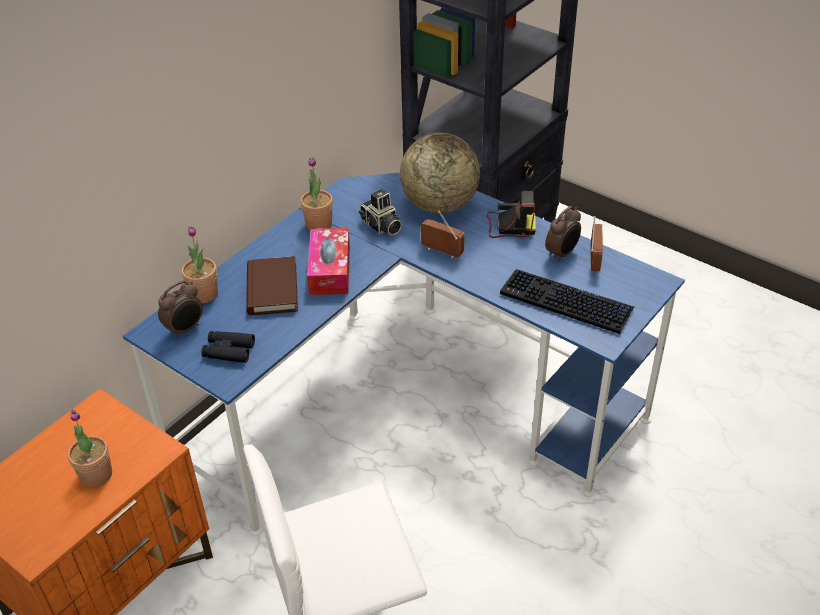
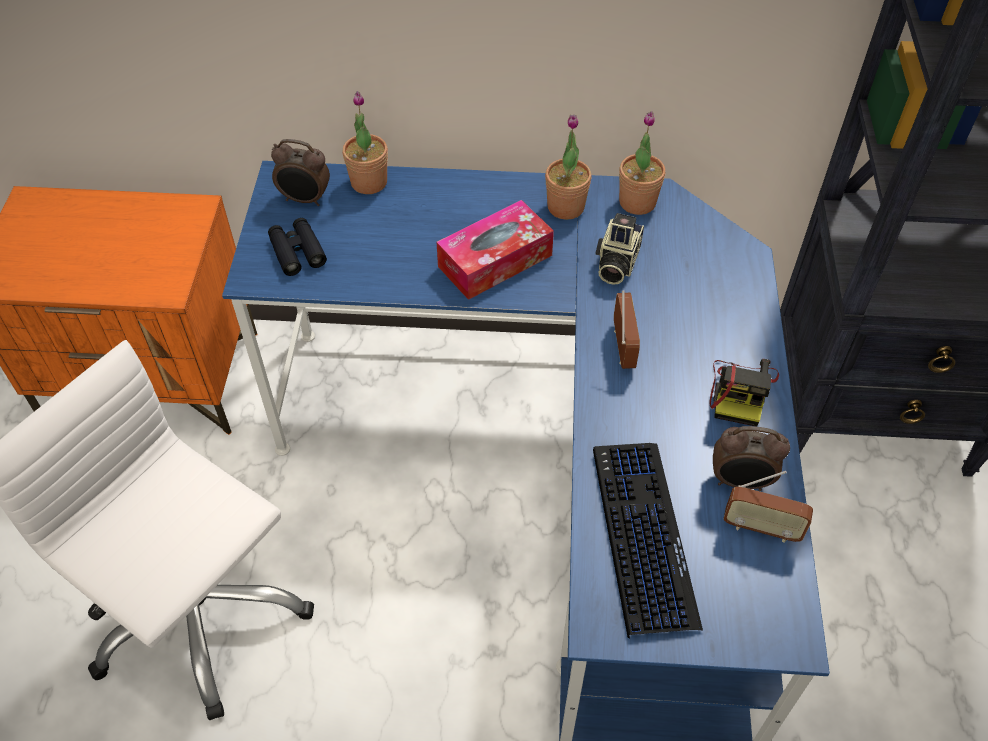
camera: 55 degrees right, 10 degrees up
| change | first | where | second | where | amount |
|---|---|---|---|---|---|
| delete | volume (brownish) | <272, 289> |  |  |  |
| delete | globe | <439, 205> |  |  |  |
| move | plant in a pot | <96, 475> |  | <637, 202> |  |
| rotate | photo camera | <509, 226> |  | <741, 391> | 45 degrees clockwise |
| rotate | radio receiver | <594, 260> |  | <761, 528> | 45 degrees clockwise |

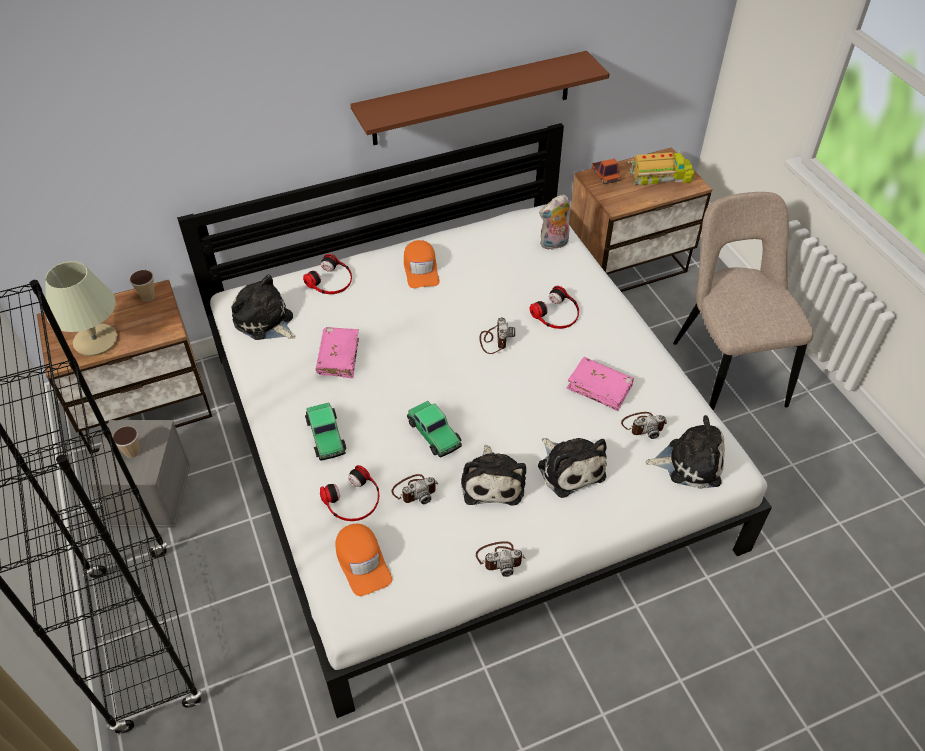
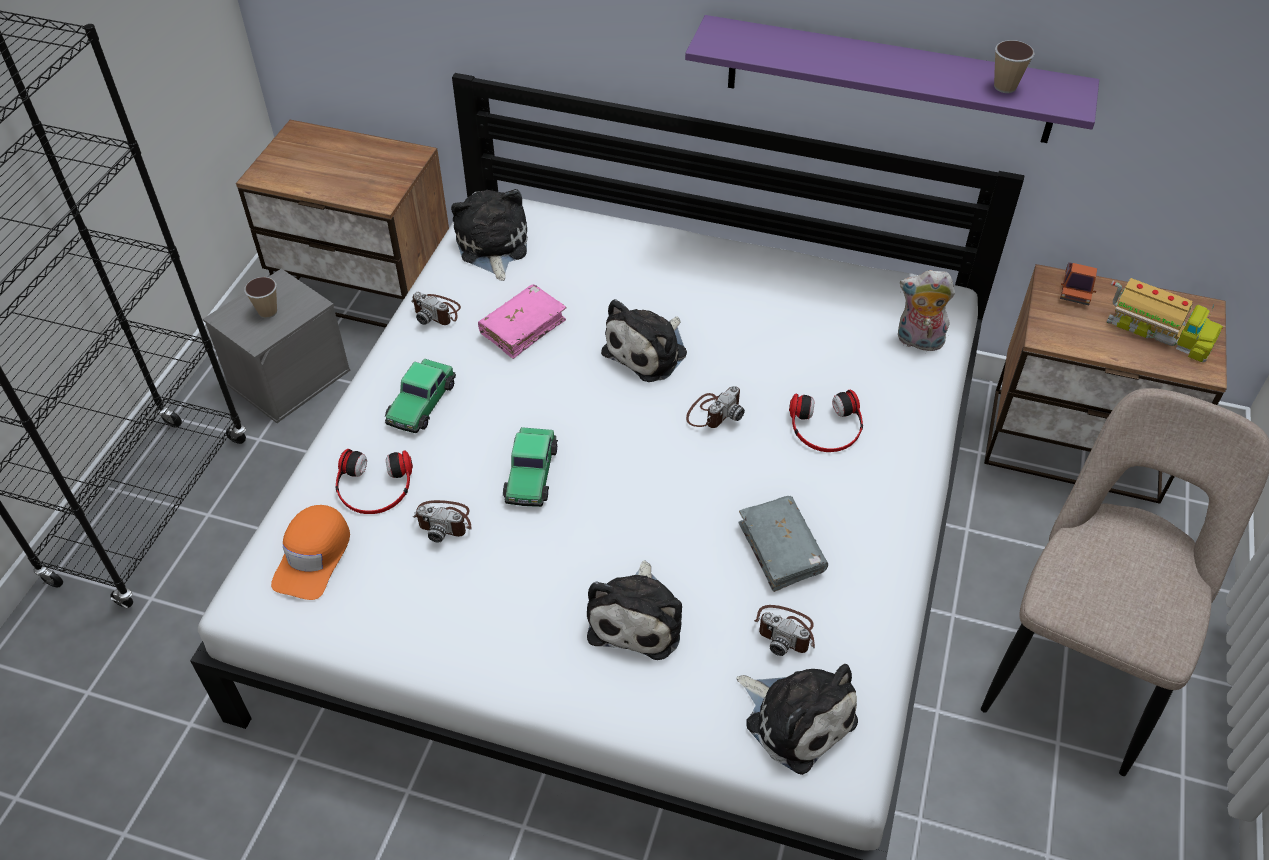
camera: 40 degrees right, 0 degrees up
| change | first | where | second | where | amount |
|---|---|---|---|---|---|
| delete | tabletop lamp (beige) | <96, 340> |  |  |  |
| delete | headphones | <331, 280> |  |  |  |
| delete | peaked cap (orange-coloured) | <421, 269> |  |  |  |
| move | small cup | <148, 296> |  | <1005, 87> |  |
| move | soft toy | <492, 481> |  | <649, 351> |  |
| move | photo camera | <500, 558> |  | <437, 311> |  |
| recolor | shelf (brownish) | <472, 98> | shelf (purplish) | <889, 80> |  |
| recolor | volume (pinkish) | <599, 388> | volume (gray) | <781, 549> |  |

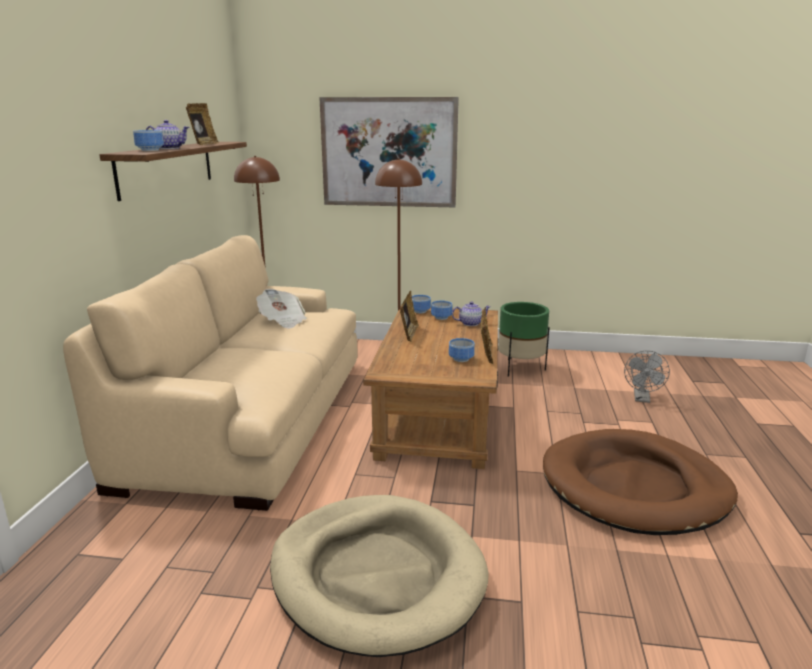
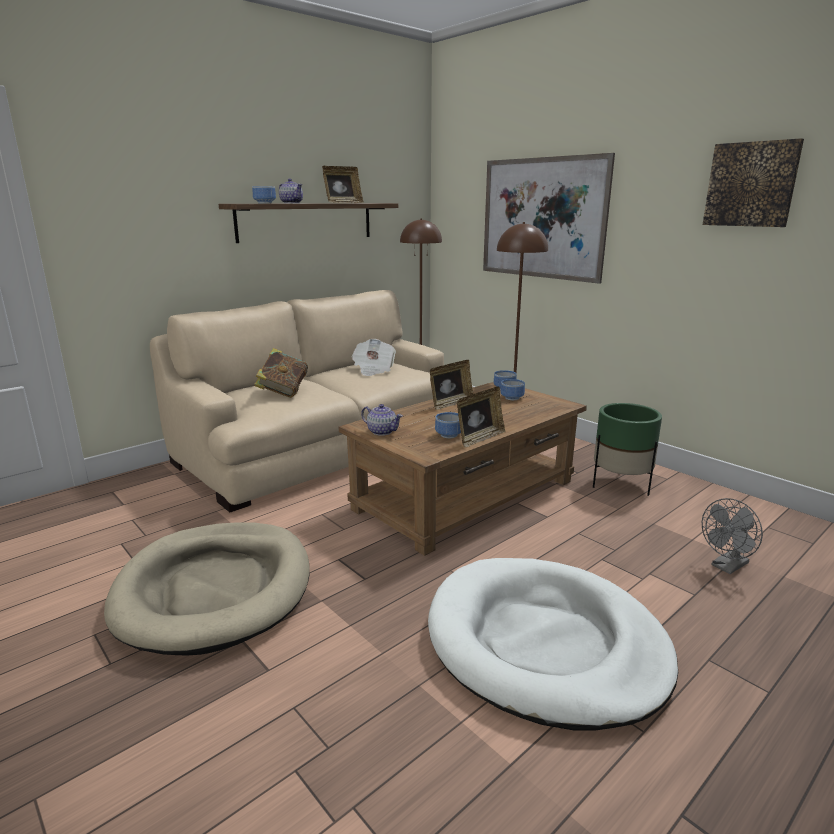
camera: 40 degrees right, 0 degrees up
| change | first | where | second | where | amount |
|---|---|---|---|---|---|
| insert |  |  | volume | <283, 392> |  |
| insert |  |  | picture | <751, 184> |  |
| move | teapot | <470, 323> |  | <382, 431> |  |
| recolor | dog cushion (brownish) | <634, 487> | dog cushion (white) | <545, 644> |  |

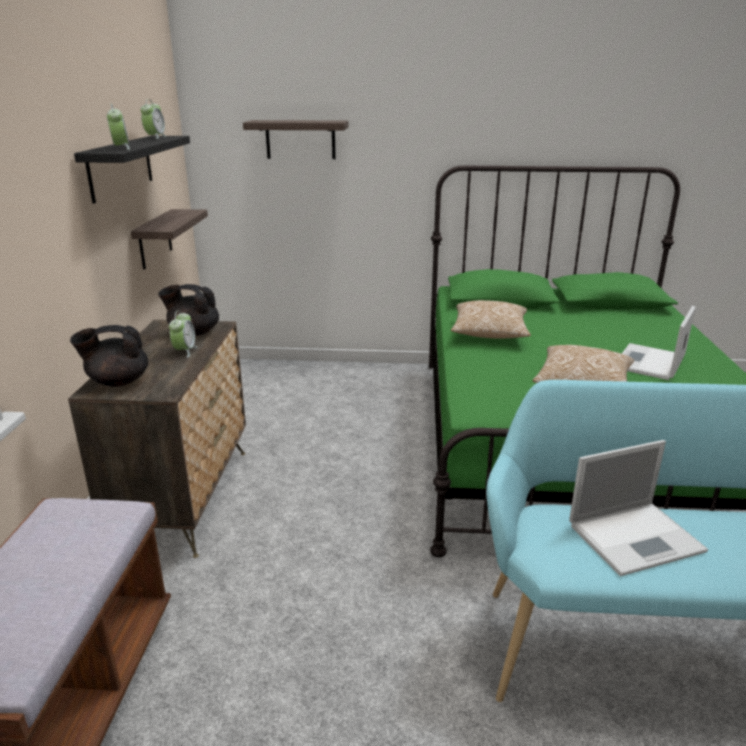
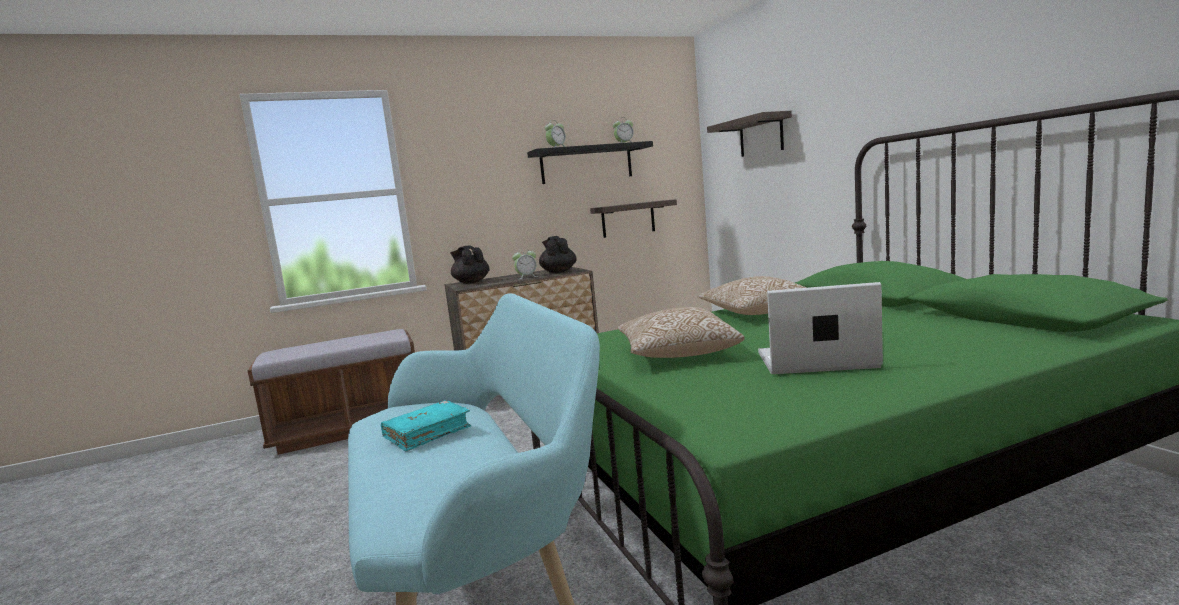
camera: 65 degrees right, 15 degrees down
| change | first | where | second | where | amount |
|---|---|---|---|---|---|
| replace | notebook computer | <637, 537> | volume (turquoise) | <427, 434> |  |

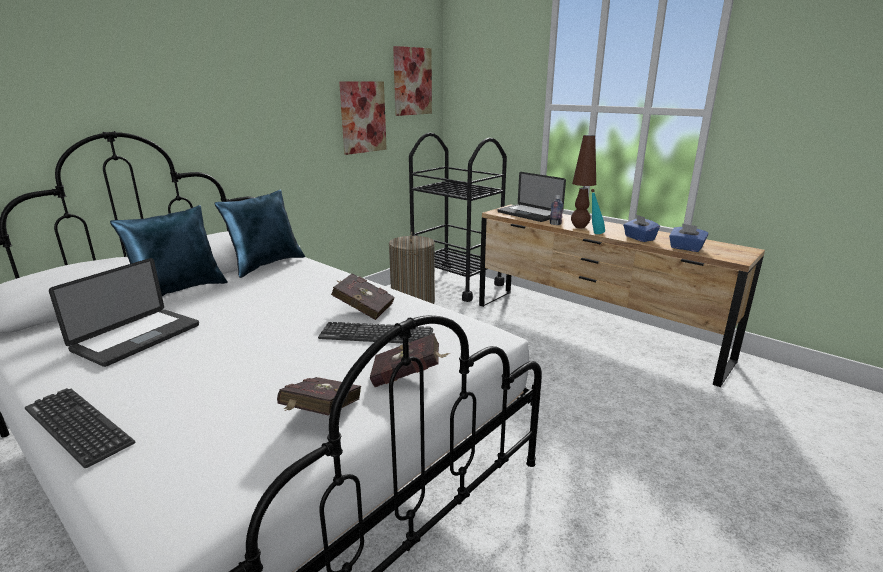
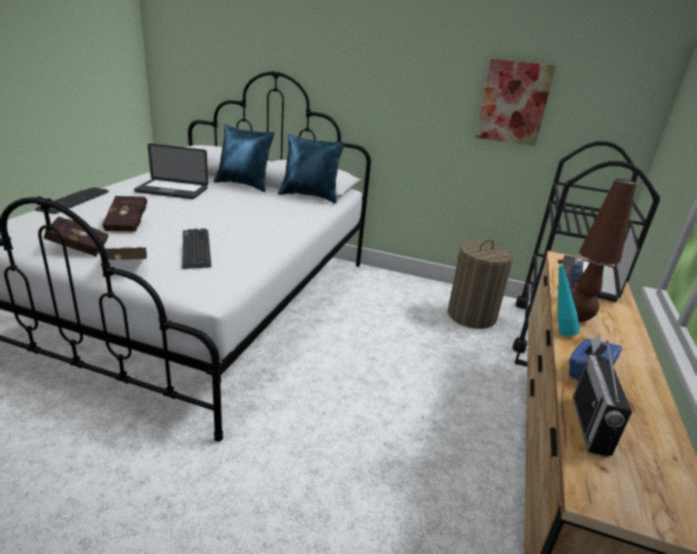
camera: 65 degrees right, 5 degrees up
| change | first | where | second | where | amount |
|---|---|---|---|---|---|
| delete | picture | <412, 81> |  |  |  |
| move | volume (reddish) | <362, 309> |  | <128, 224> |  |
| replace | tissue holder (blue) | <686, 248> | radio receiver | <590, 425> |  |

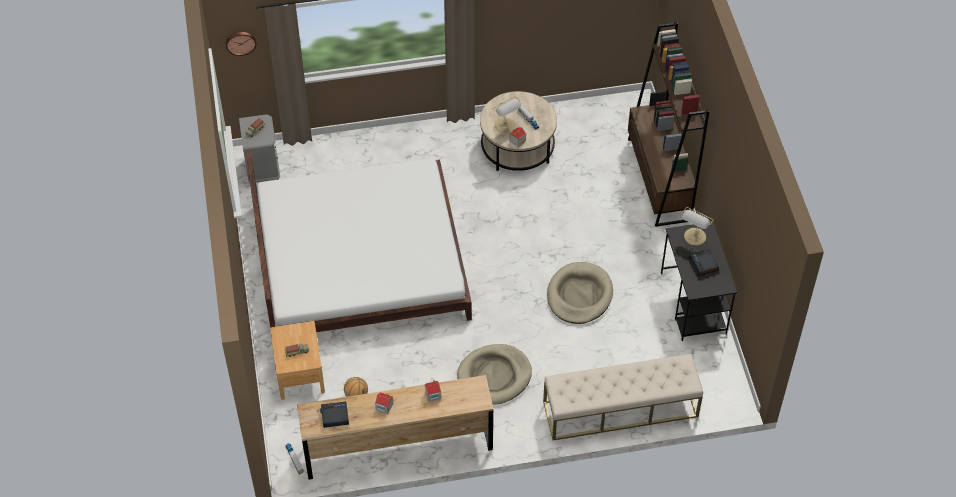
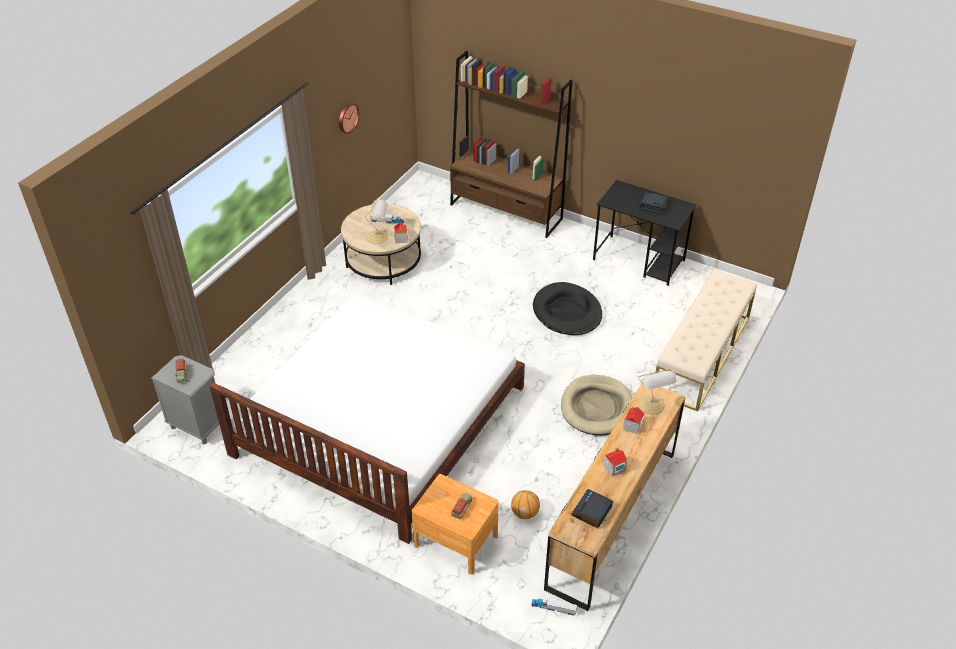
camera: 50 degrees left, 10 degrees down
| change | first | where | second | where | amount |
|---|---|---|---|---|---|
| move | hanging clock | <240, 42> |  | <347, 117> |  |
| move | tabletop lamp | <694, 237> |  | <651, 405> |  |
| recolor | dog cushion (beige) | <579, 295> | dog cushion (black) | <567, 312> |  |

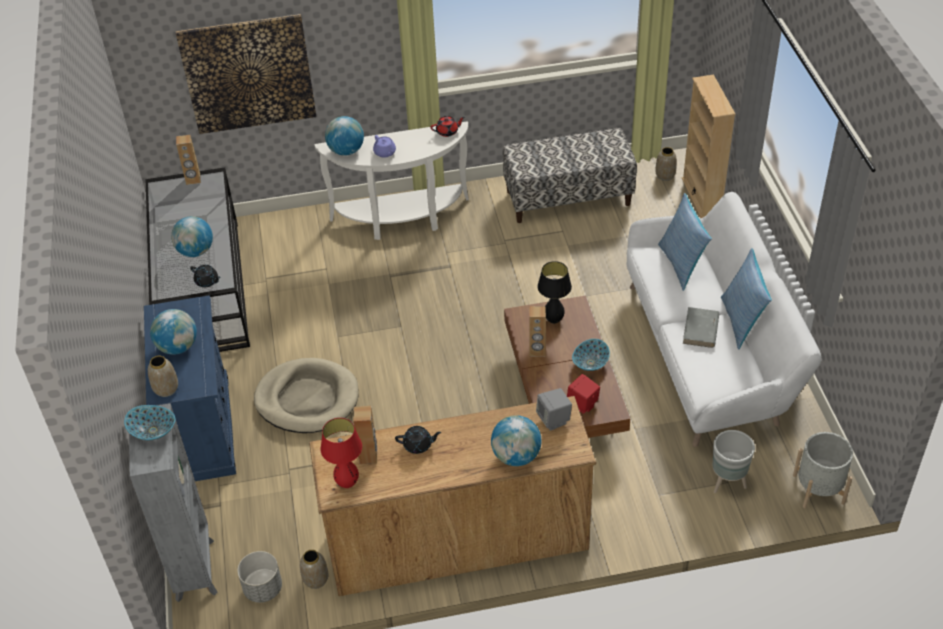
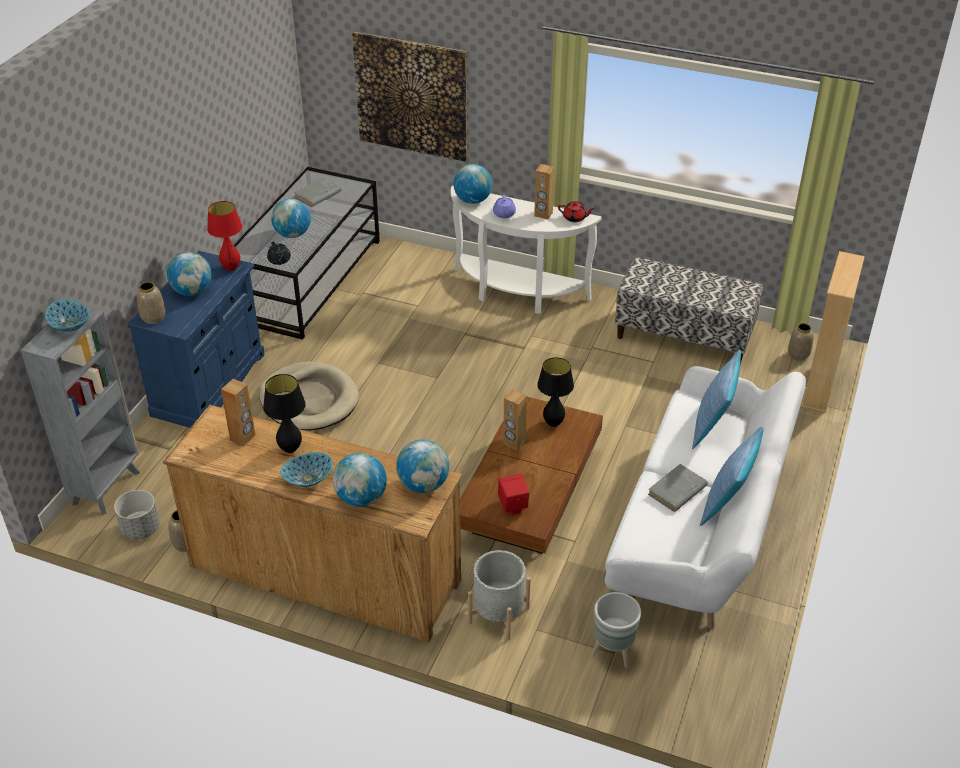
camera: 30 degrees right, 5 degrees down
| change | first | where | second | where | amount |
|---|---|---|---|---|---|
| insert |  |  | volume (gray) | <317, 195> |  |
| move | speaker (brownish) | <193, 180> |  | <543, 214> |  |
| move | tabletop lamp (reddish) | <347, 483> |  | <231, 268> |  |
| move | bowl | <591, 363> |  | <308, 479> |  |
| move | planter (gray) | <818, 489> |  | <498, 615> |  |
| replace | teapot (black) | <418, 445> | tabletop lamp (black) | <290, 449> |  |
| replace | speaker (gray) | <554, 420> | globe | <423, 485> |  |

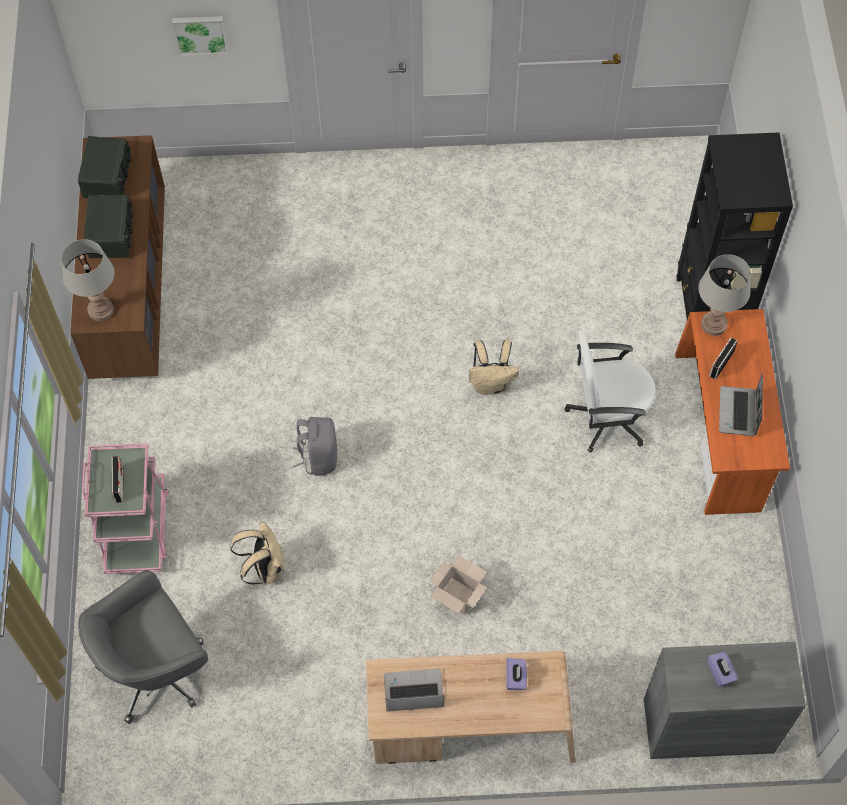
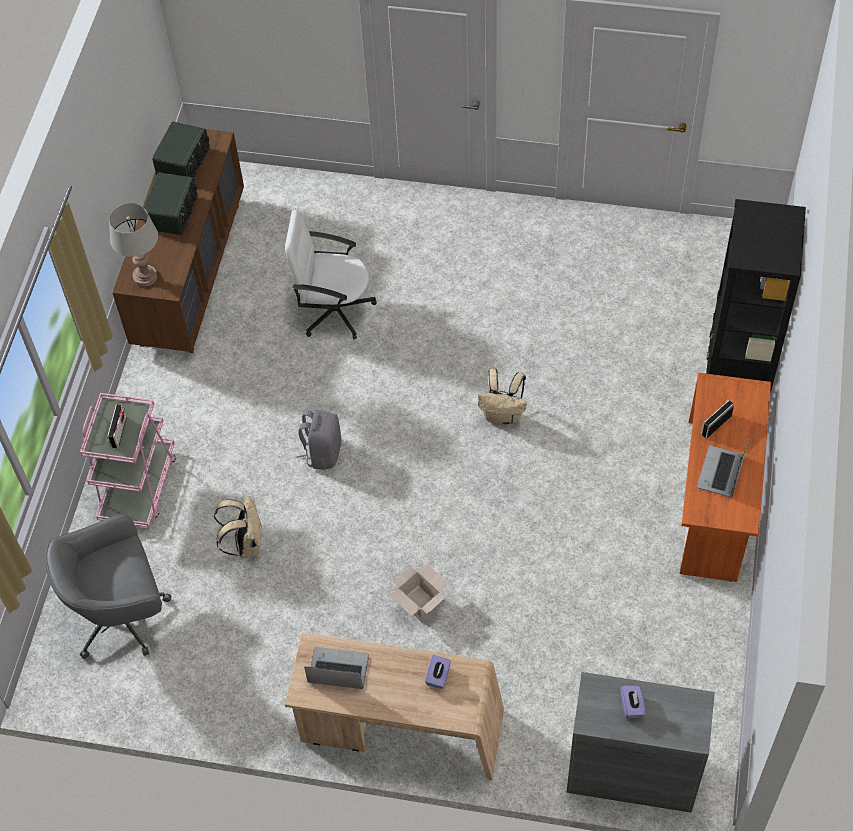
camera: 15 degrees right, 5 degrees down
| change | first | where | second | where | amount |
|---|---|---|---|---|---|
| delete | picture | <200, 34> |  |  |  |
| delete | tabletop lamp (gray) | <714, 324> |  |  |  |
| move | computer chair (white) | <607, 417> |  | <334, 310> |  |

